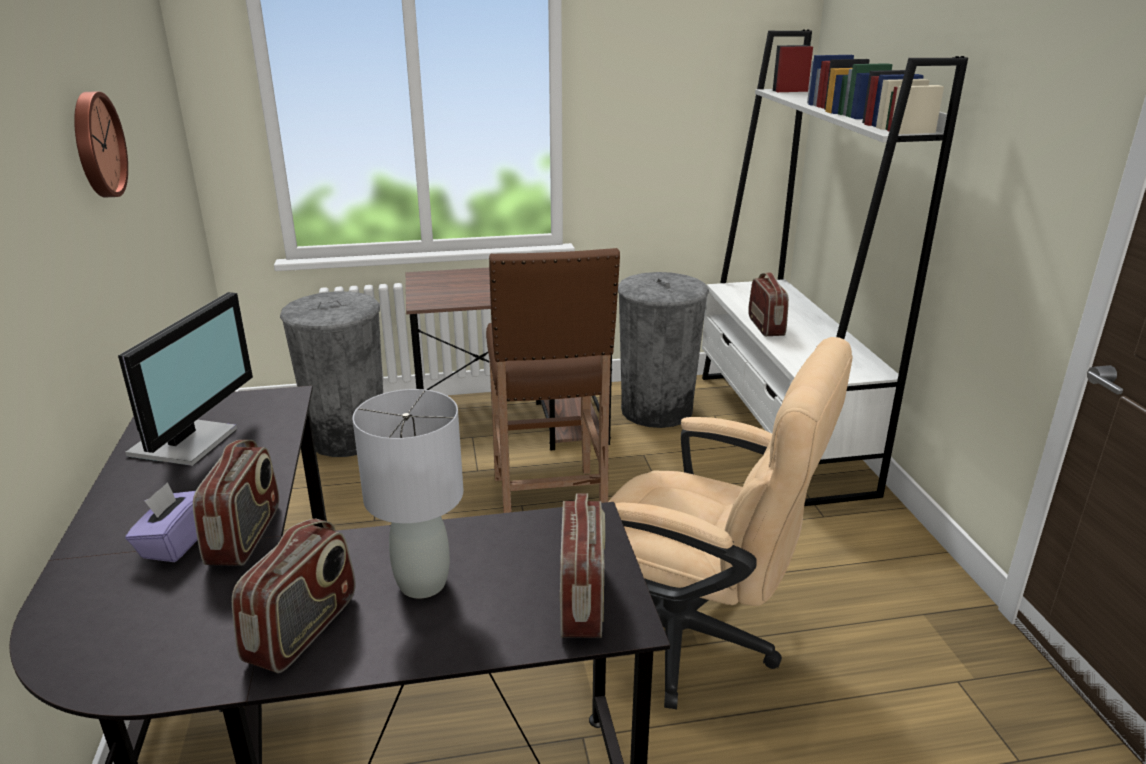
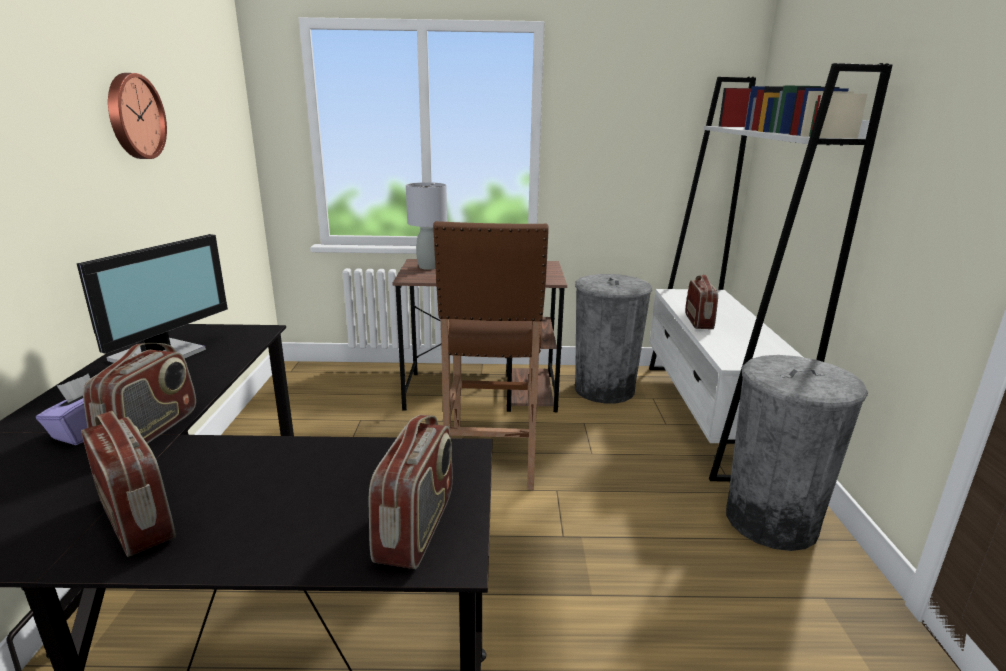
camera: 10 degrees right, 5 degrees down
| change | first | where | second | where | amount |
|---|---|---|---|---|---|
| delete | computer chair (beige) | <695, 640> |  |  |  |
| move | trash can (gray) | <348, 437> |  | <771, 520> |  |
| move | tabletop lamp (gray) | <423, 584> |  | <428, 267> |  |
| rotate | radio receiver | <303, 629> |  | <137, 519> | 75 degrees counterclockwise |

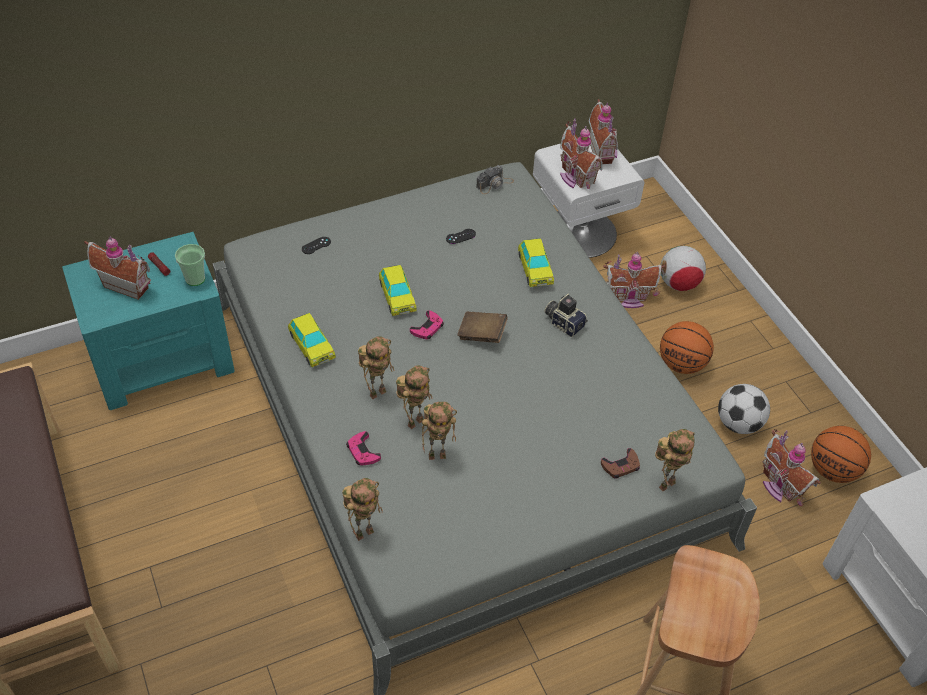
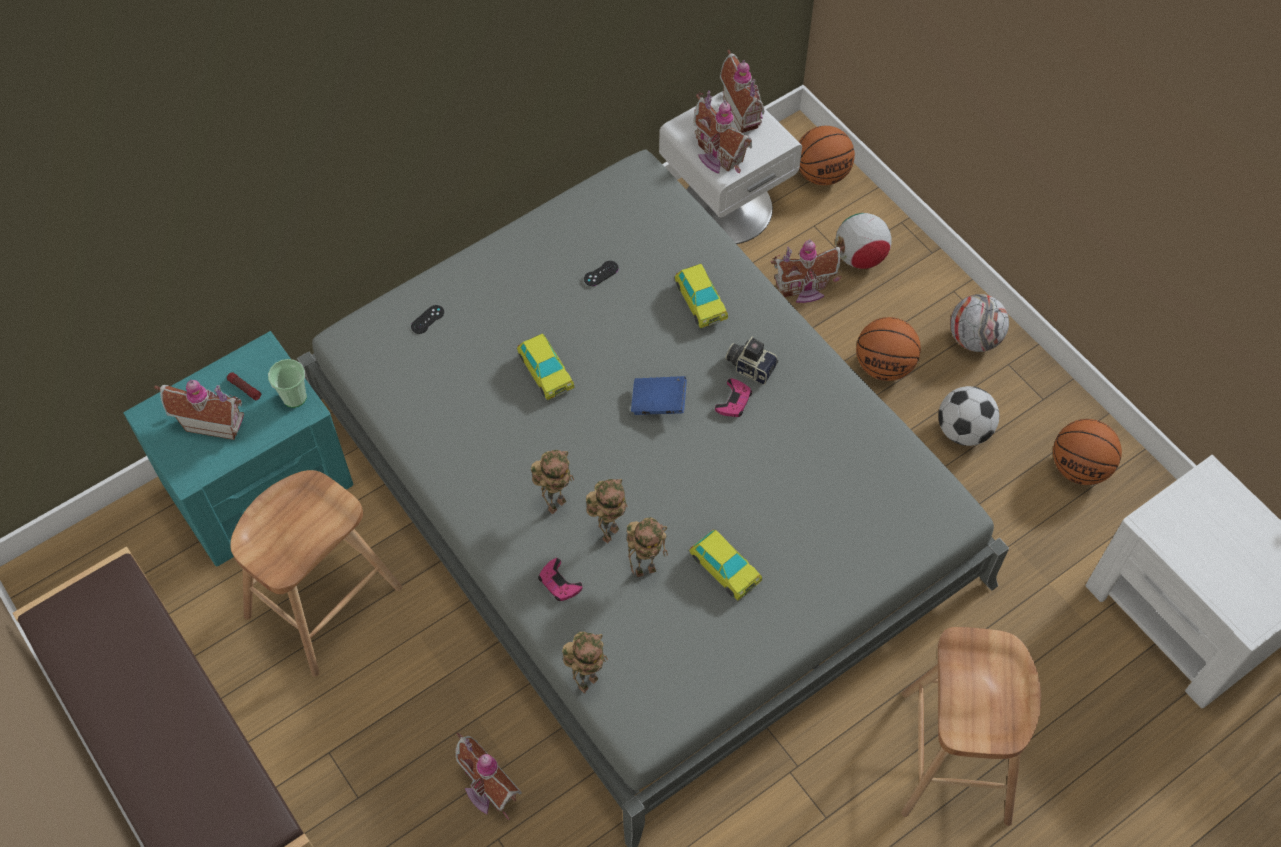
camera: 10 degrees left, 10 degrees up
| change | first | where | second | where | amount |
|---|---|---|---|---|---|
| delete | photo camera | <494, 184> |  |  |  |
| delete | game controller (brownish) | <621, 466> |  |  |  |
| delete | robot figure | <666, 483> |  |  |  |
| insert |  |  | stool seat (brownish) | <323, 603> |  |
| insert |  |  | basketball ball | <821, 174> |  |
| insert |  |  | football ball | <974, 338> |  |
| move | model car | <312, 346> |  | <725, 569> |  |
| move | game controller (pinkish) | <427, 328> |  | <734, 401> |  |
| move | miniature house | <780, 486> |  | <487, 790> |  |
| recolor | volume (brownish) | <482, 335> | volume (blue) | <658, 403> |  |

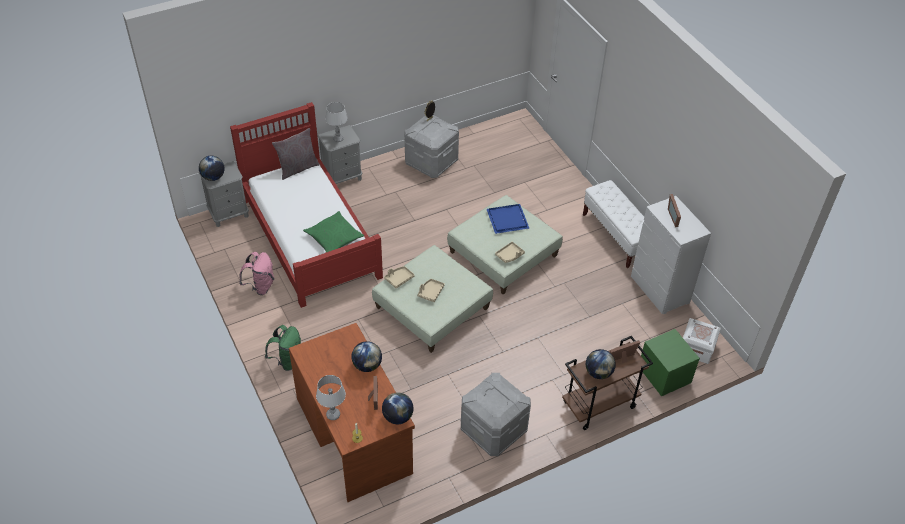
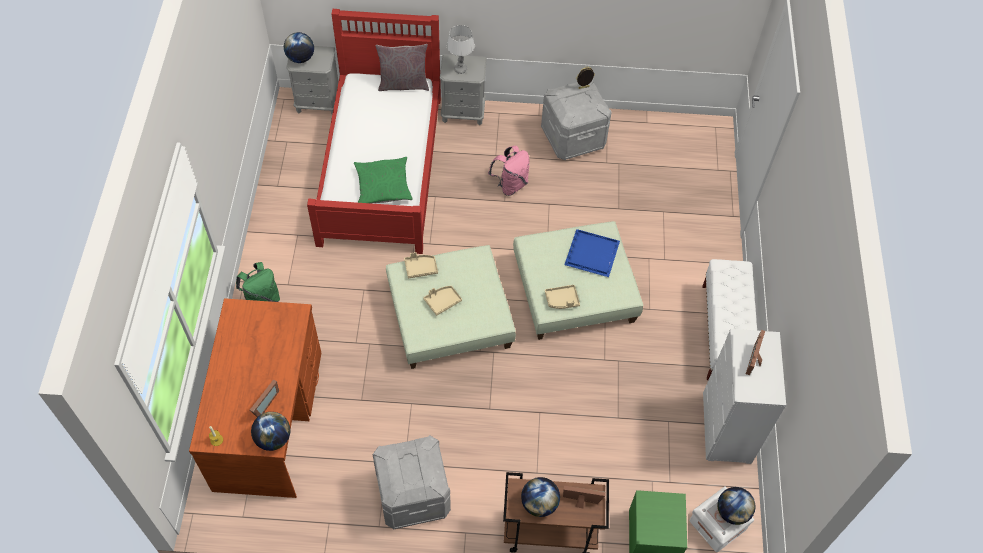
camera: 30 degrees right, 10 degrees up
| change | first | where | second | where | amount |
|---|---|---|---|---|---|
| delete | tabletop lamp (gray) | <333, 415> |  |  |  |
| move | knapsack (pinkish) | <260, 286> |  | <510, 184> |  |
| move | globe | <367, 365> |  | <732, 512> |  |

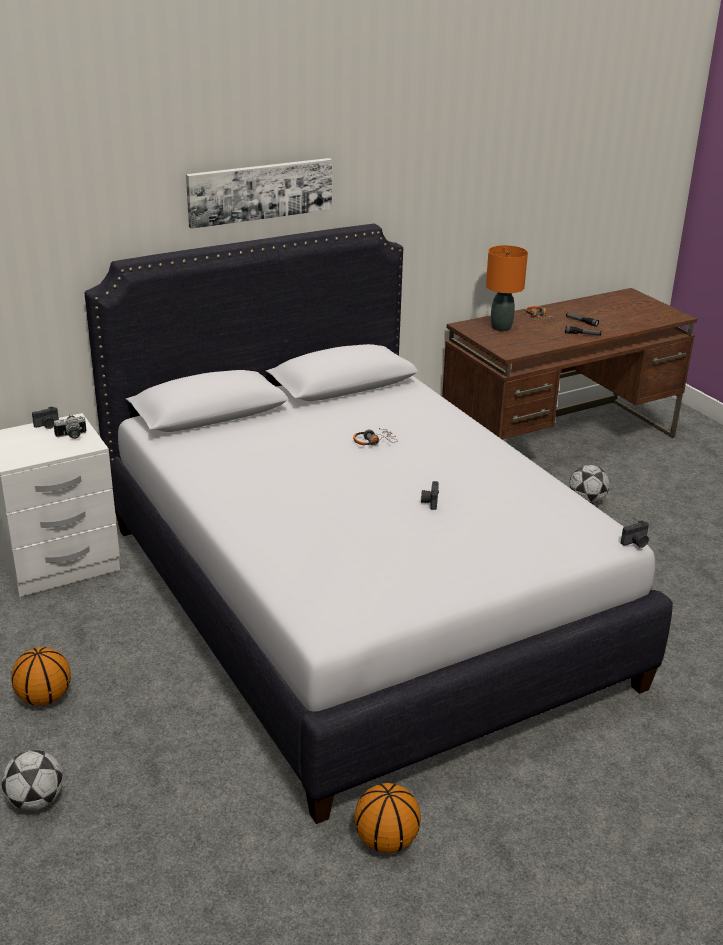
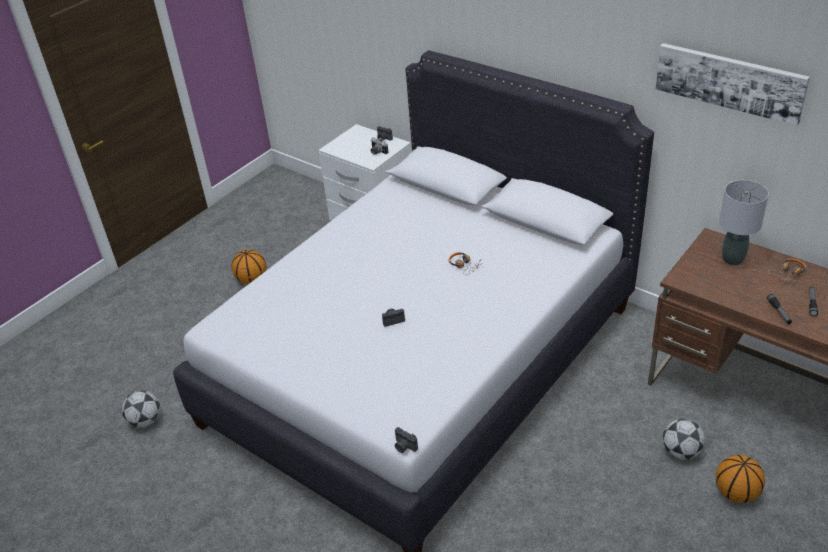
camera: 70 degrees right, 10 degrees up
| change | first | where | second | where | amount |
|---|---|---|---|---|---|
| move | football ball | <36, 801> |  | <145, 421> |  |
| move | picture | <260, 191> |  | <729, 81> |  |
| move | basketball ball | <386, 840> |  | <737, 492> |  |
| recolor | tabletop lamp (orange-coloured) | <501, 327> | tabletop lamp (gray) | <732, 259> |  |

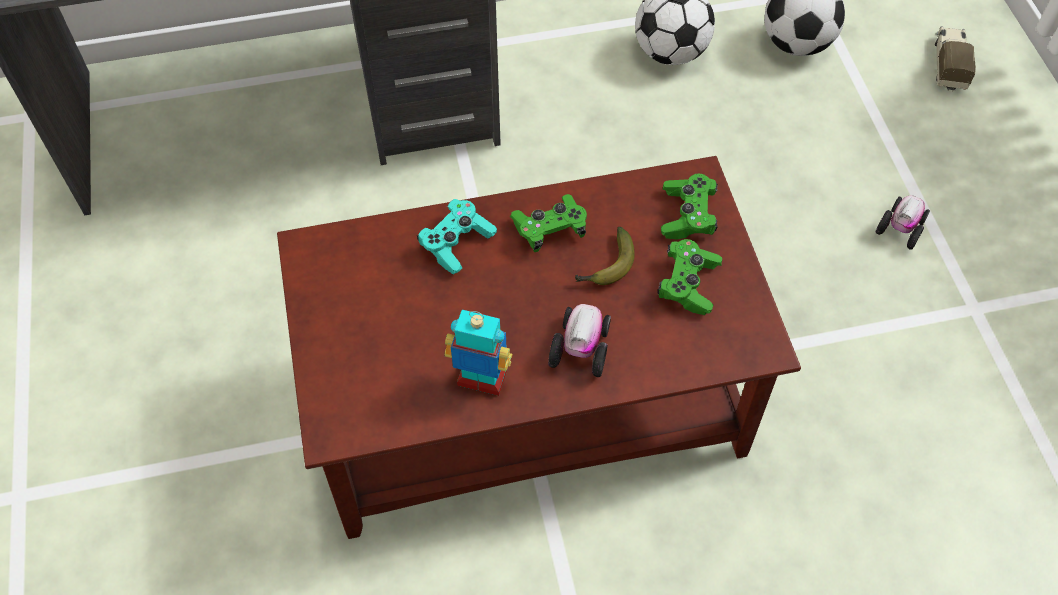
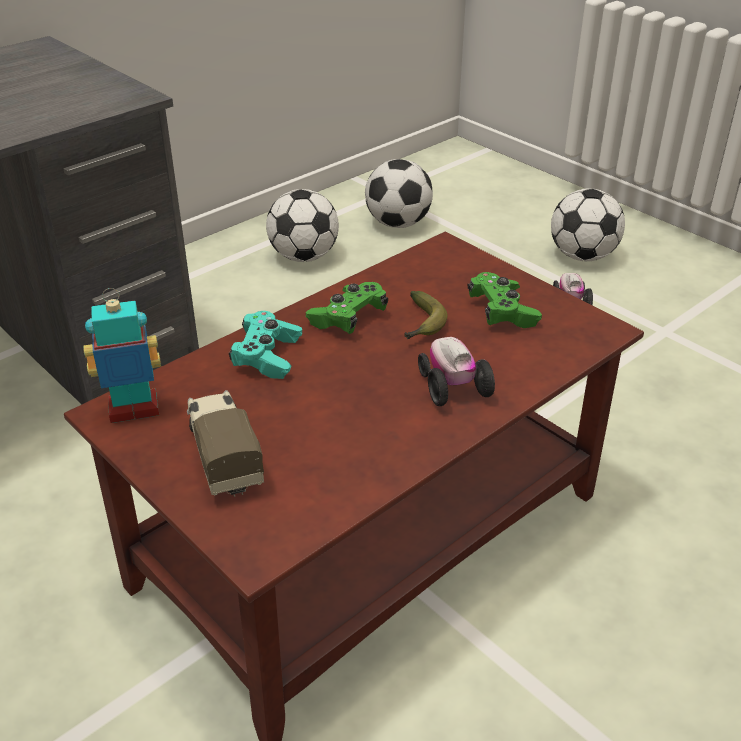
camera: 30 degrees left, 20 degrees down
| change | first | where | second | where | amount |
|---|---|---|---|---|---|
| delete | game controller (green) | <687, 215> |  |  |  |
| insert |  |  | football ball | <582, 256> |  |
| move | robot figure | <481, 380> |  | <134, 410> |  |
| move | model truck | <948, 65> |  | <224, 454> |  |

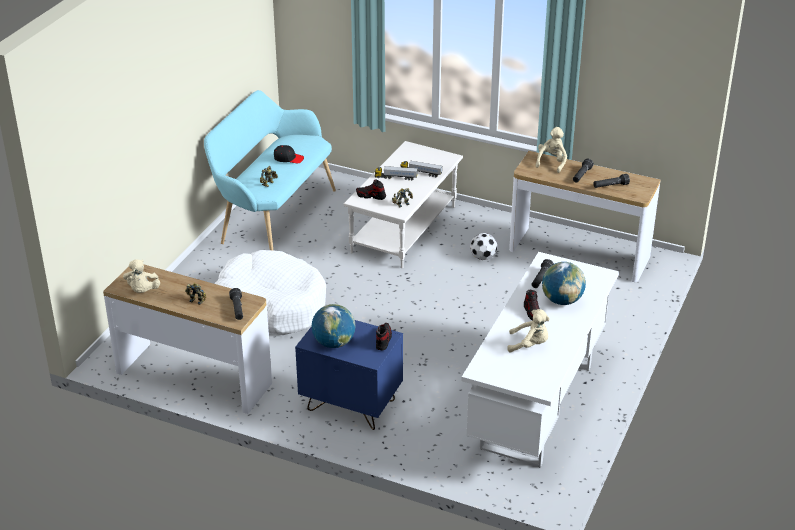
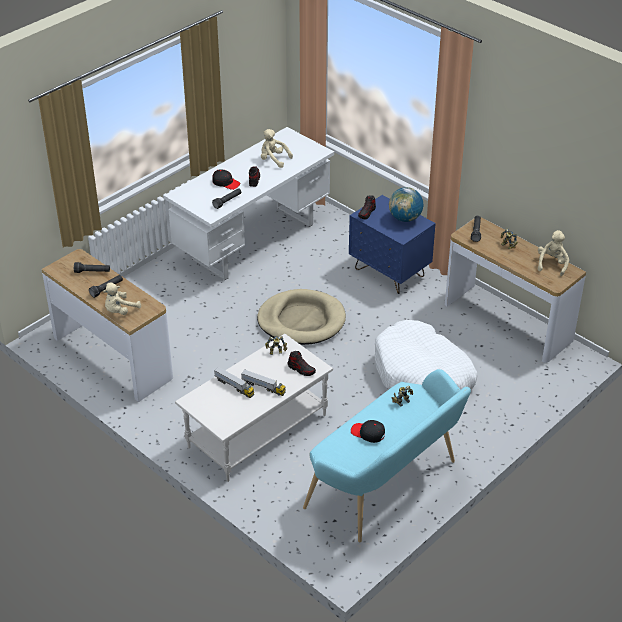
camera: 160 degrees left, 5 degrees up
| change | first | where | second | where | amount |
|---|---|---|---|---|---|
| delete | football ball | <483, 257> |  |  |  |
| insert |  |  | dog cushion (beige) | <301, 320> |  |
| replace | globe | <562, 300> | peaked cap (black) | <226, 183> |  |

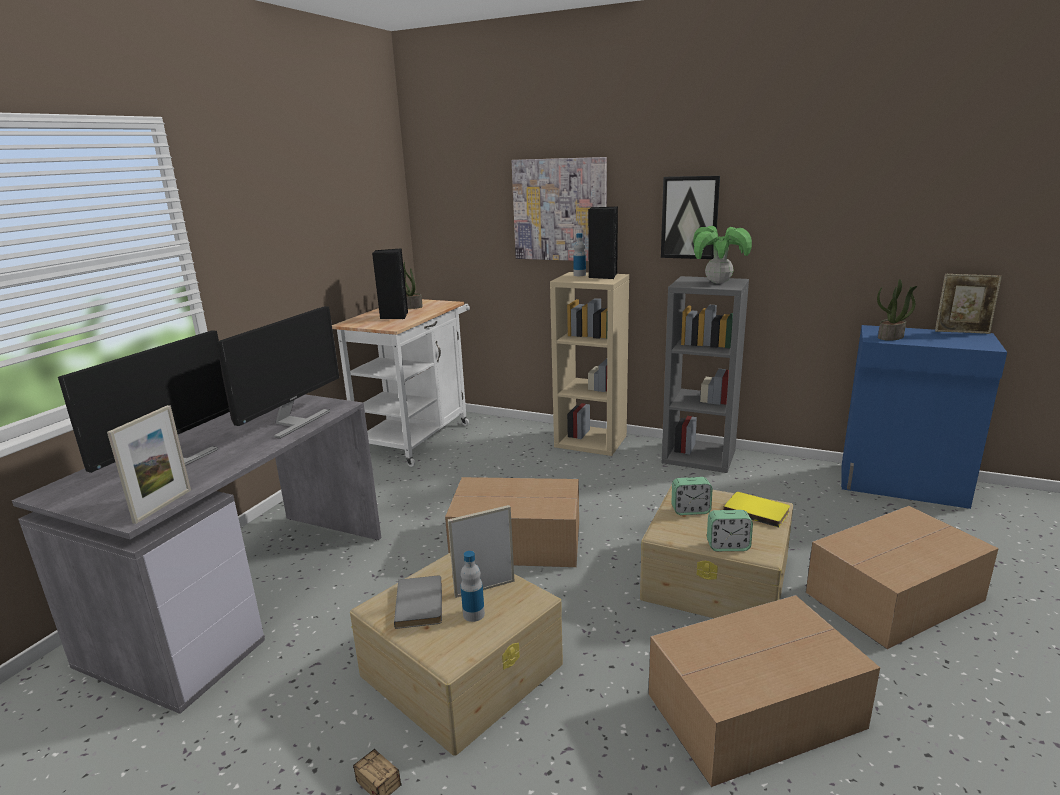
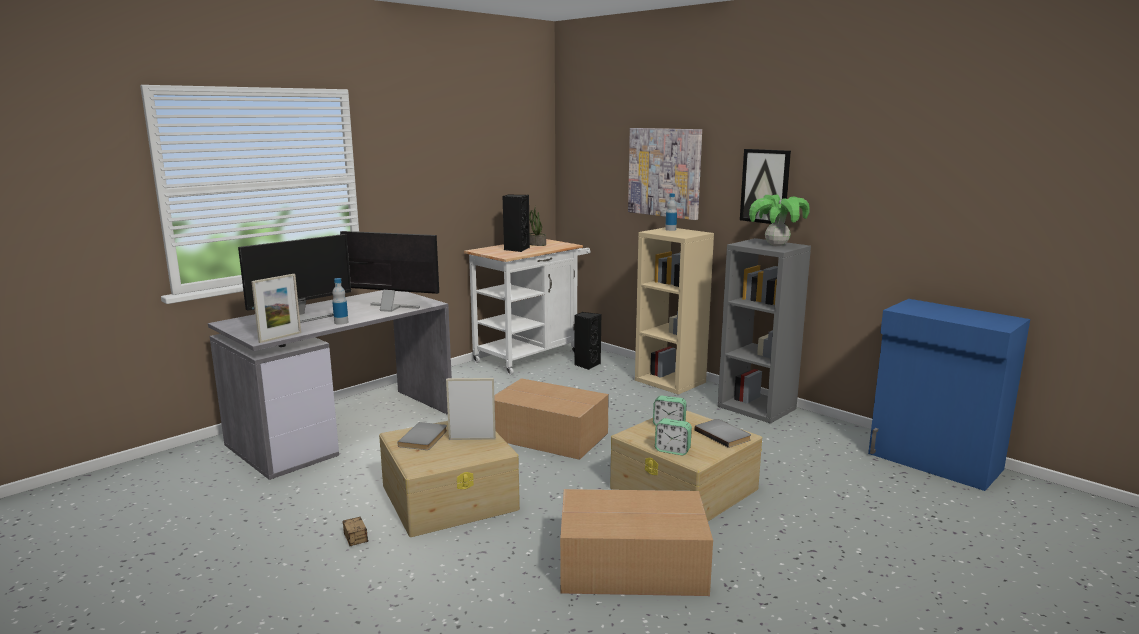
camera: 20 degrees right, 5 degrees down
| change | first | where | second | where | amount |
|---|---|---|---|---|---|
| delete | carton | <896, 596> |  |  |  |
| delete | plant in a pot | <891, 337> |  |  |  |
| delete | standing frame | <962, 332> |  |  |  |
| move | beverage bottle | <473, 614> |  | <341, 322> |  |
| move | speaker (black) | <603, 276> |  | <586, 365> |  |
| recolor | volume (yellowish) | <757, 510> | volume (gray) | <724, 435> |  |
| rotate | computer screen | <293, 423> |  | <391, 308> | 120 degrees counterclockwise |

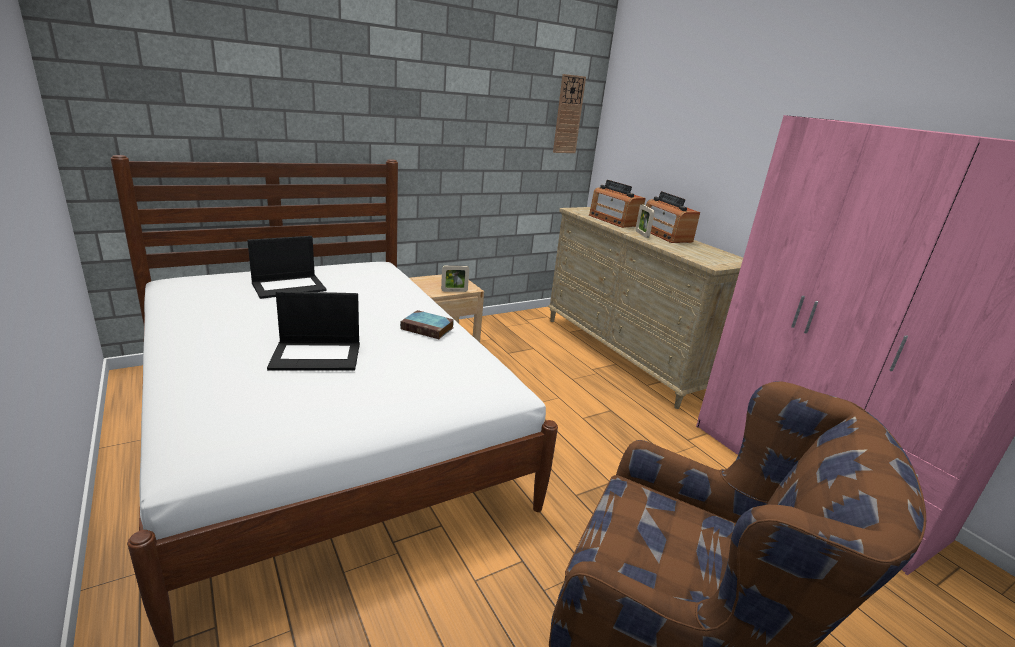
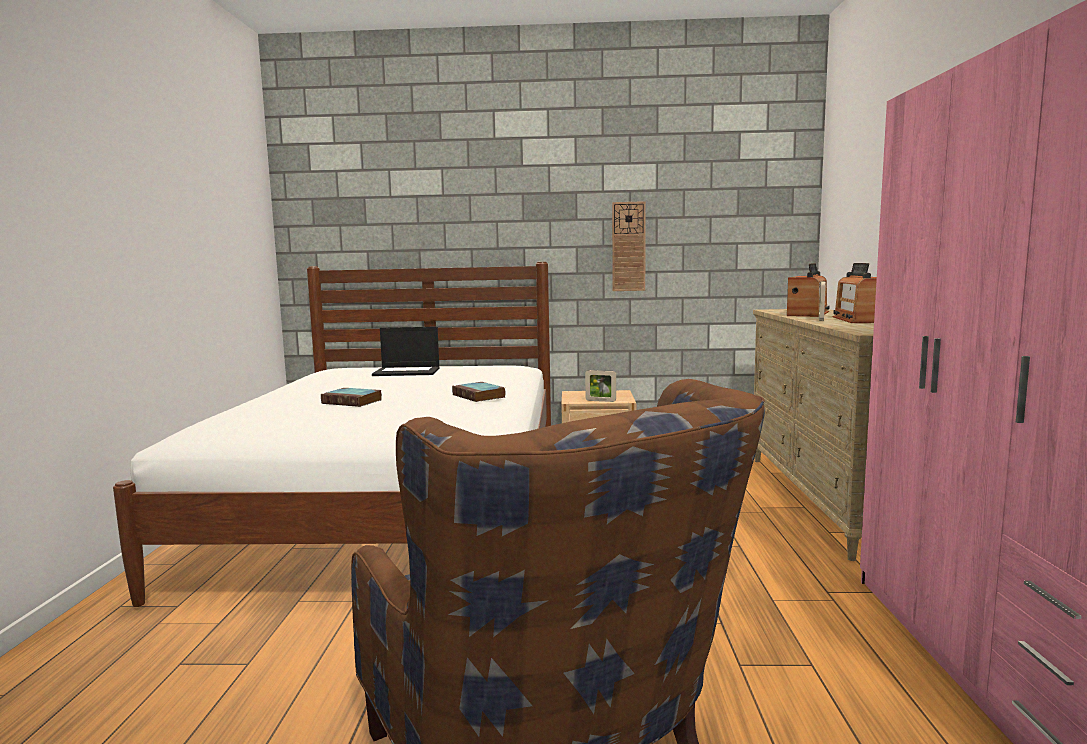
camera: 35 degrees right, 15 degrees down
| change | first | where | second | where | amount |
|---|---|---|---|---|---|
| move | hanging clock | <568, 115> |  | <628, 246> |  |
| replace | notebook computer | <317, 355> | volume | <353, 401> |  |
| rotate | radio receiver | <613, 220> |  | <807, 314> | 150 degrees counterclockwise |

